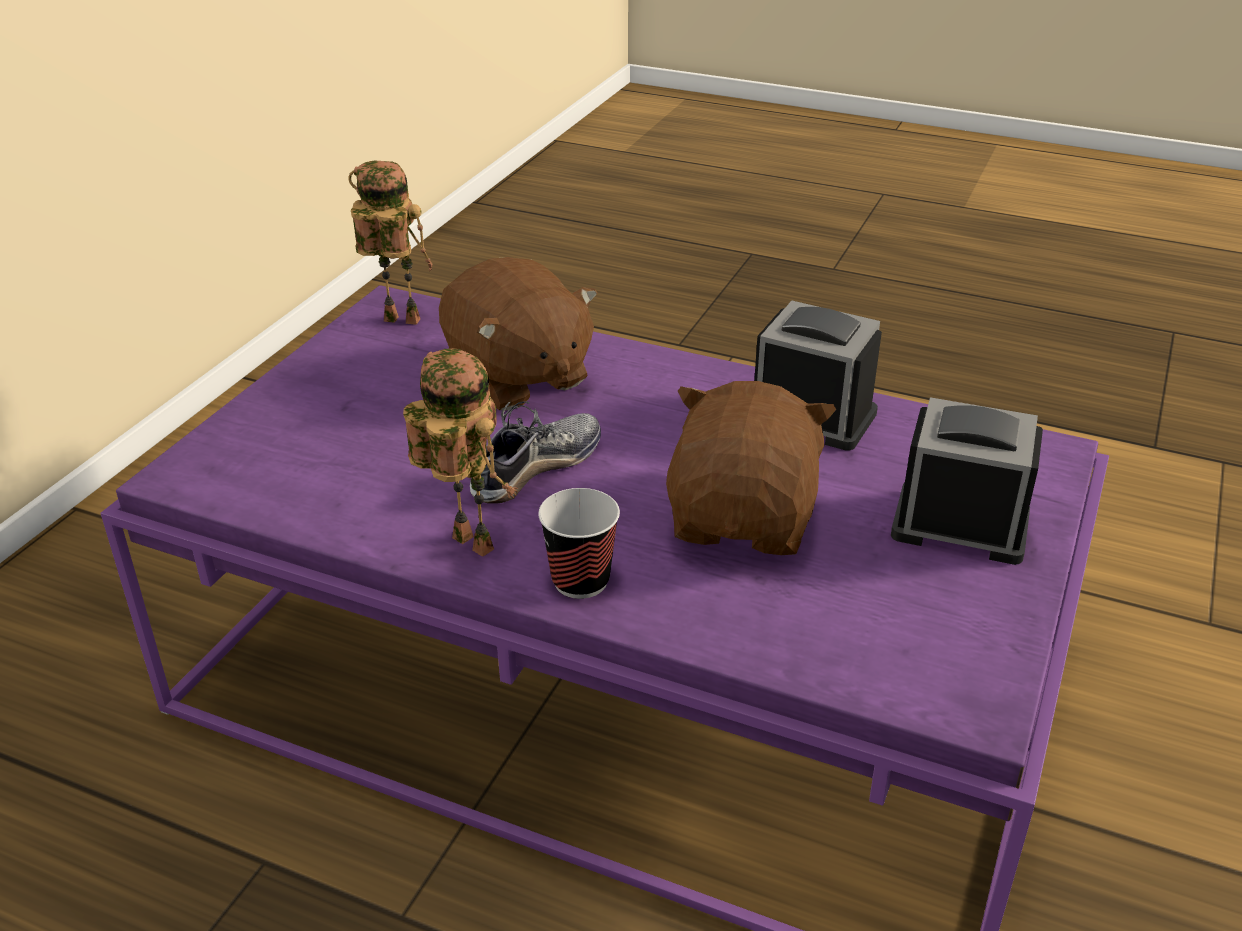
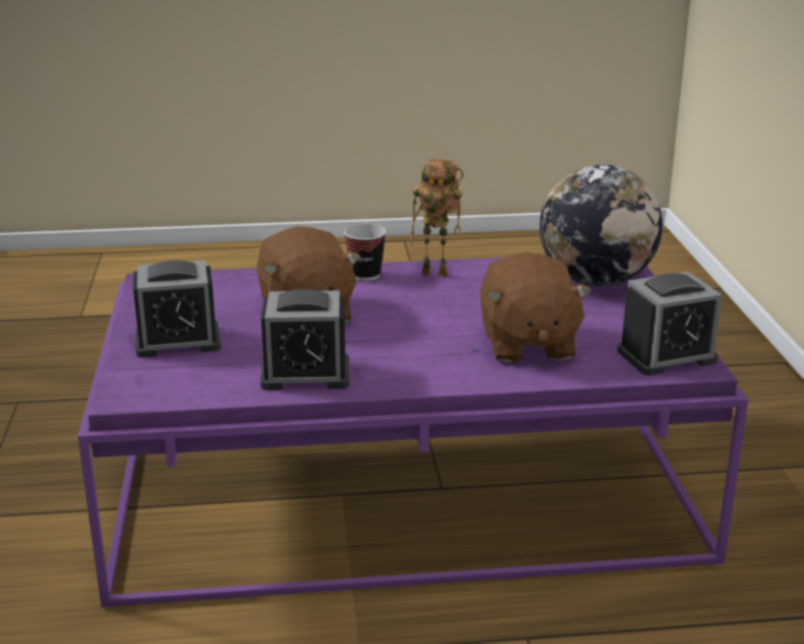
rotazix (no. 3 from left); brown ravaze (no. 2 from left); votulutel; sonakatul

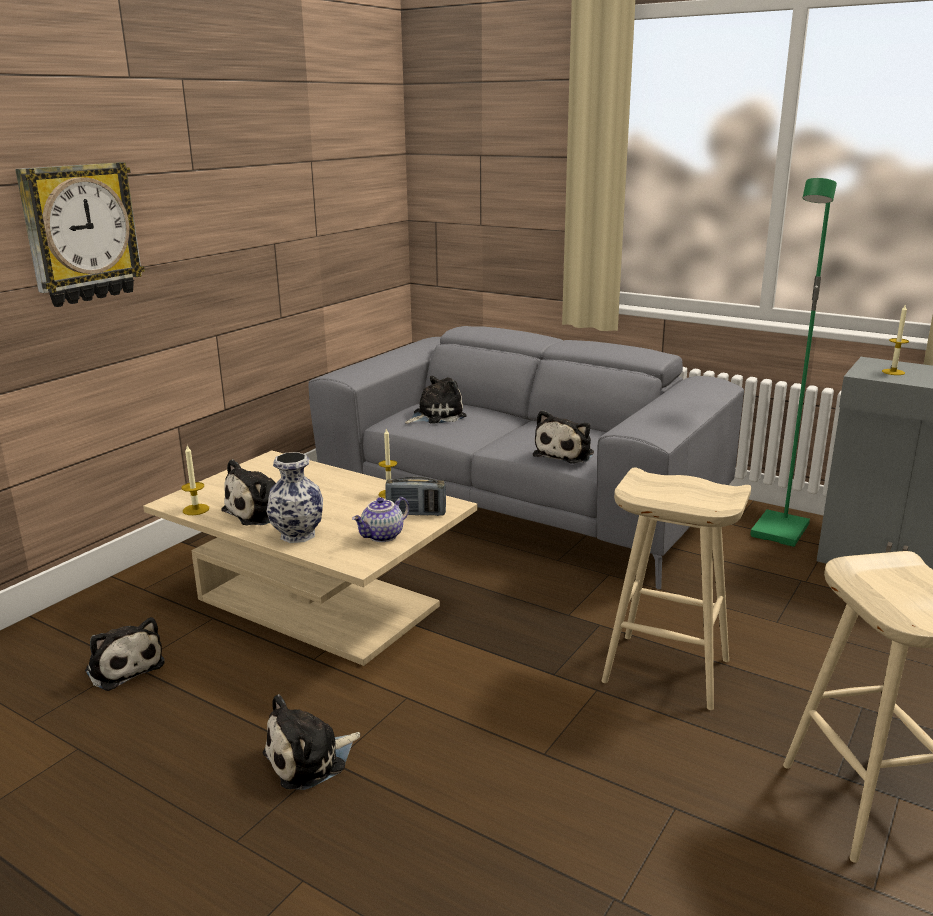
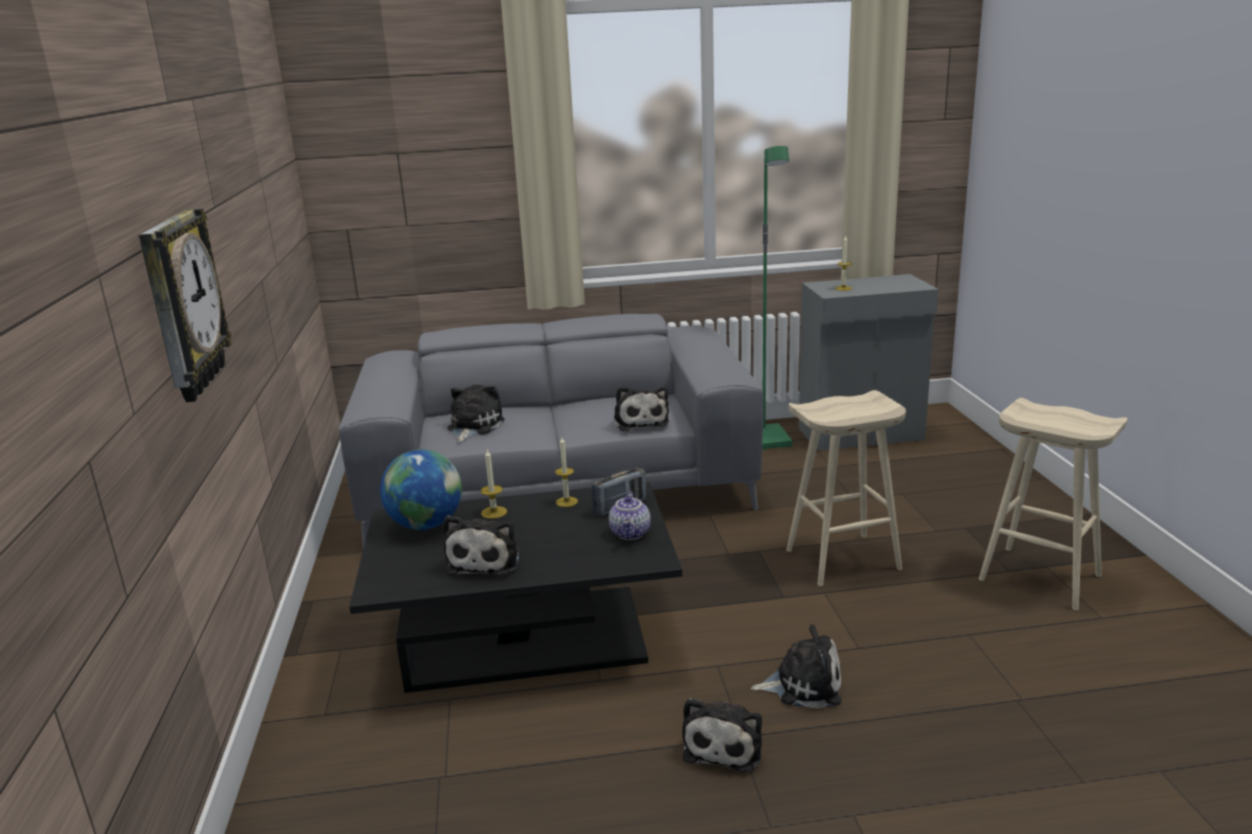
ravaze (no. 5 from left); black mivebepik; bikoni (no. 1 from left); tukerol; sonakatul

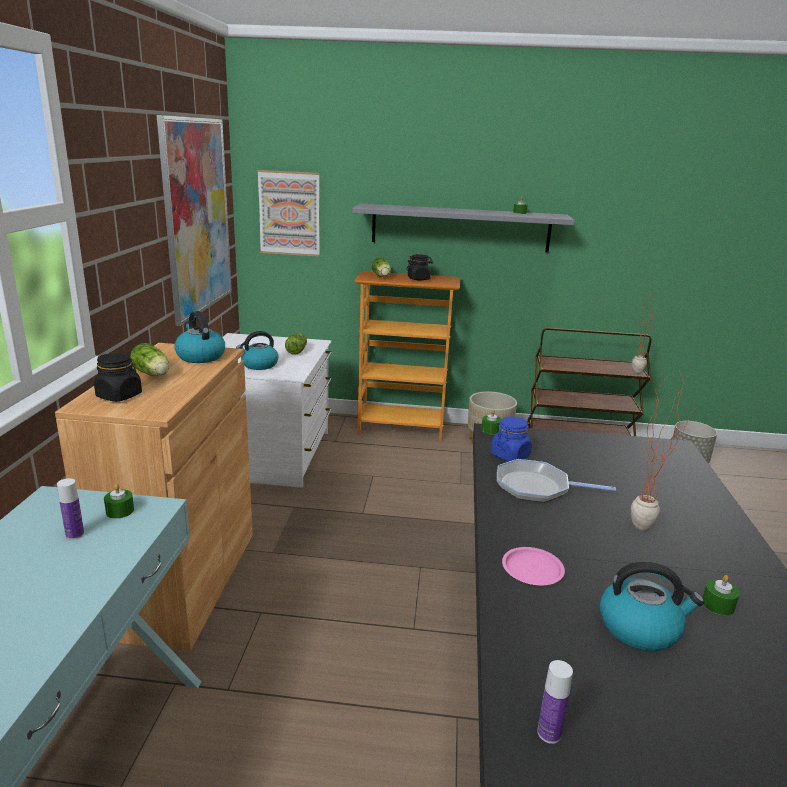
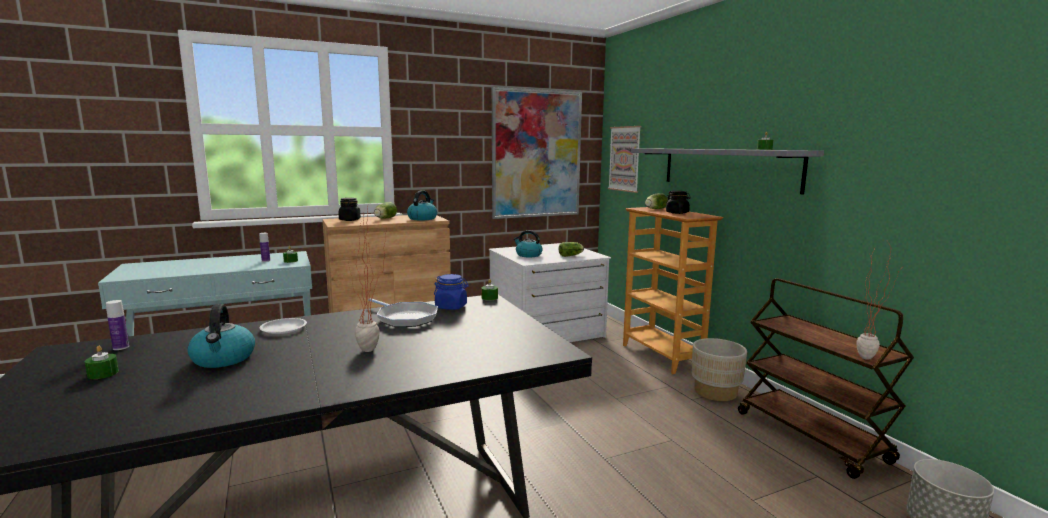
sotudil; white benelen; green bikoni (no. 1 from left)

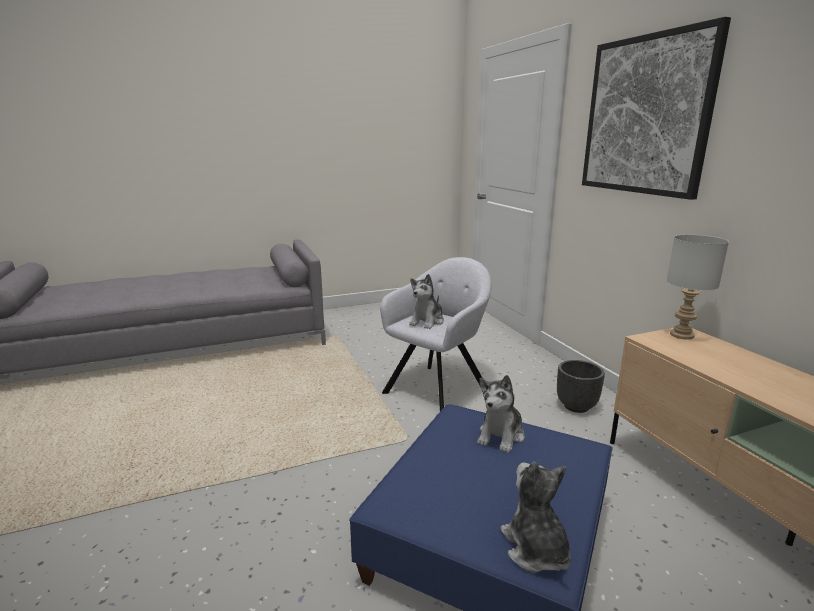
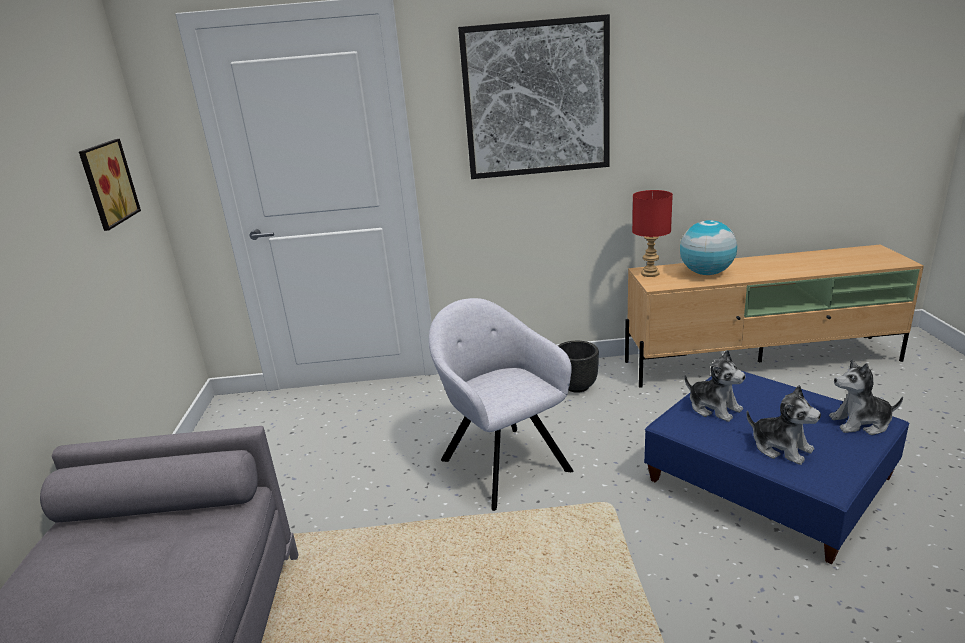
ravaze (no. 2 from left); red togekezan; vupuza (no. 1 from left); sonakatul

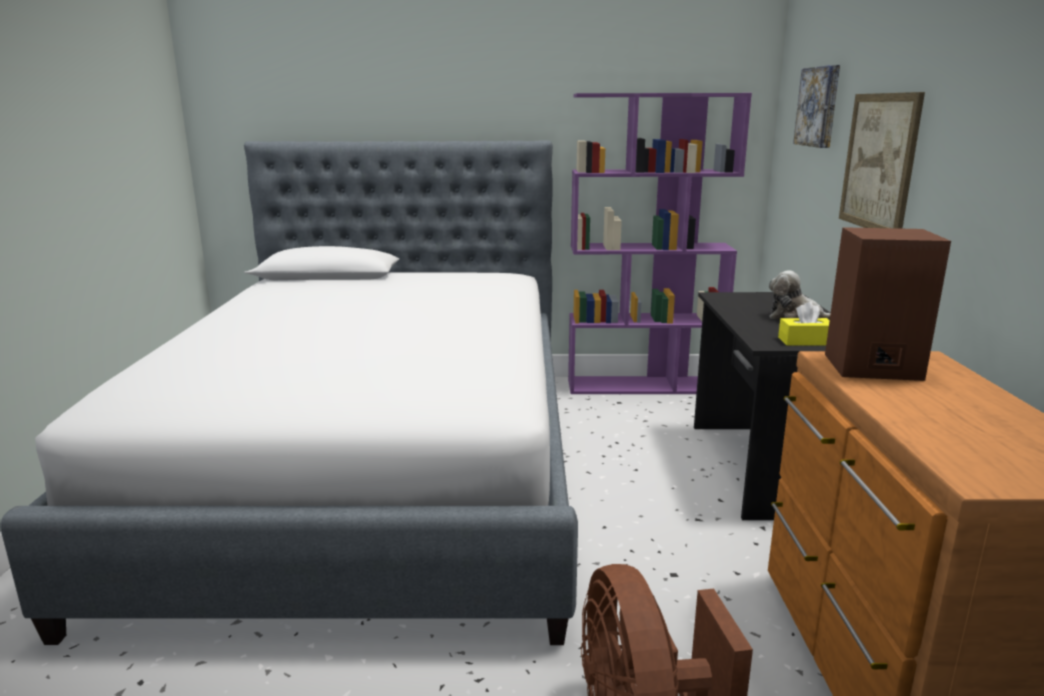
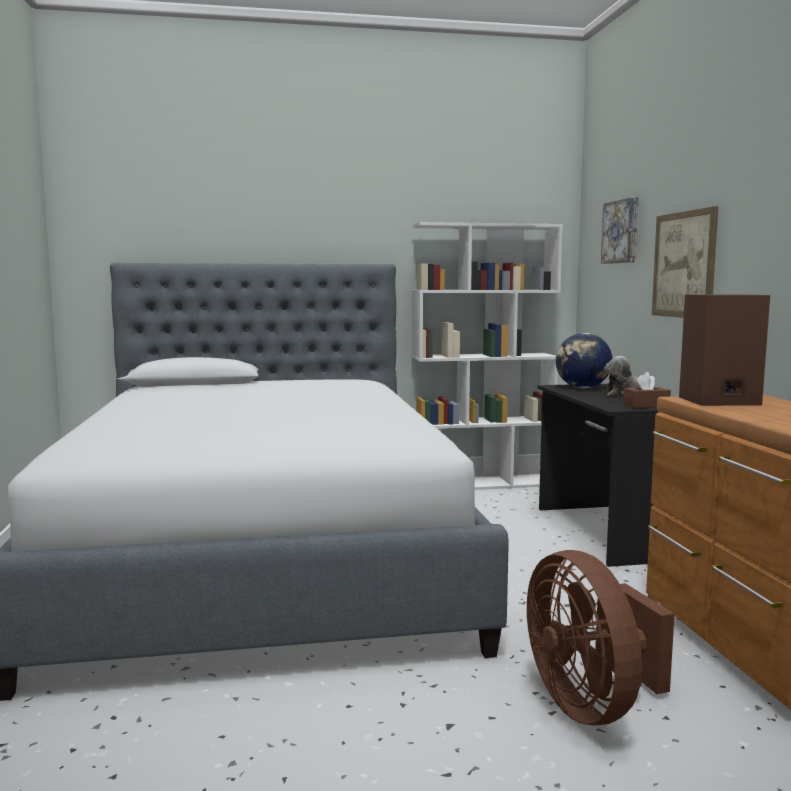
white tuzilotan; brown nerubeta; sonakatul

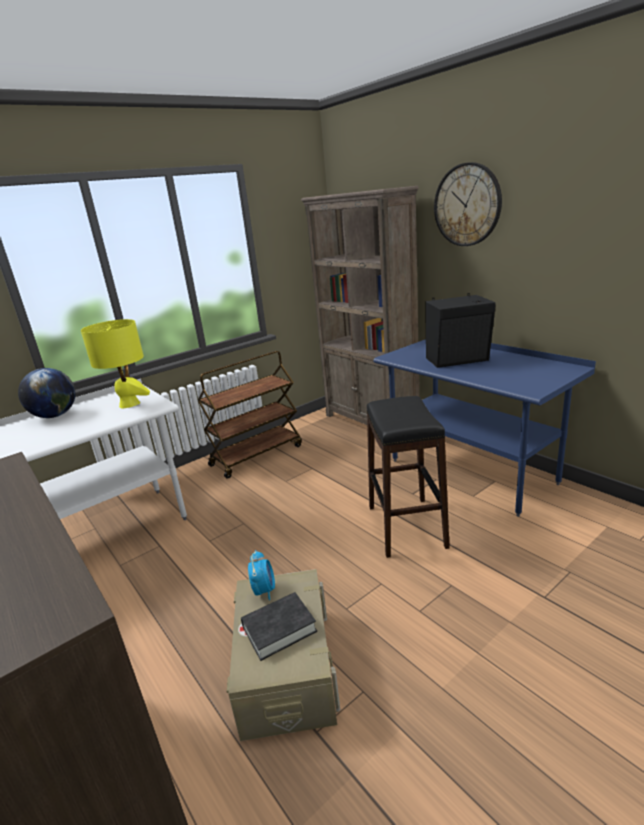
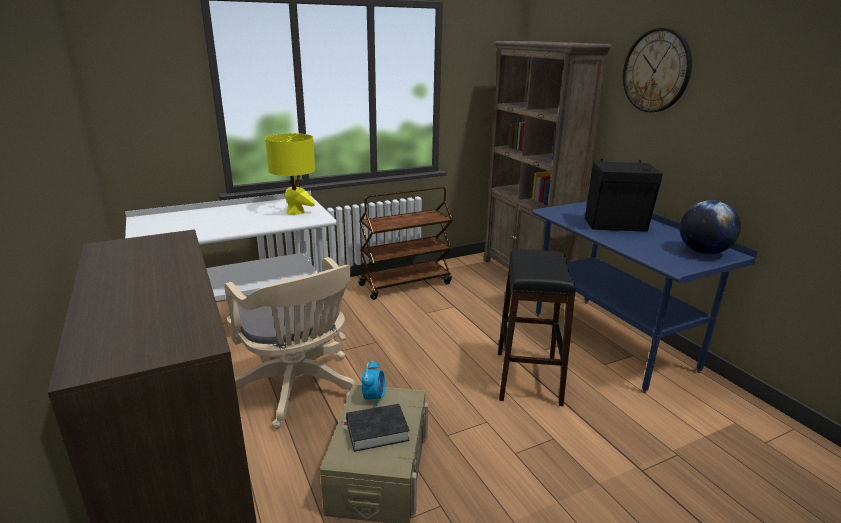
sonakatul; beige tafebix

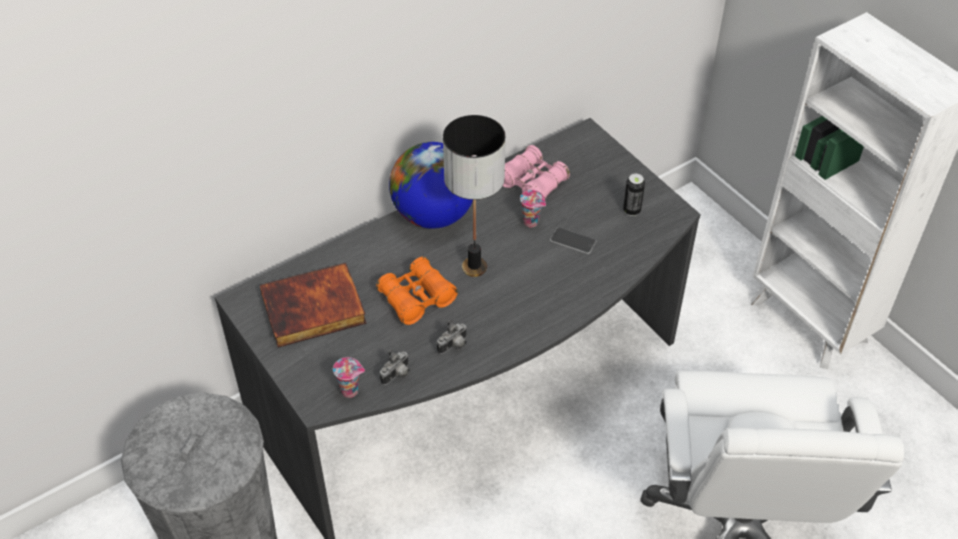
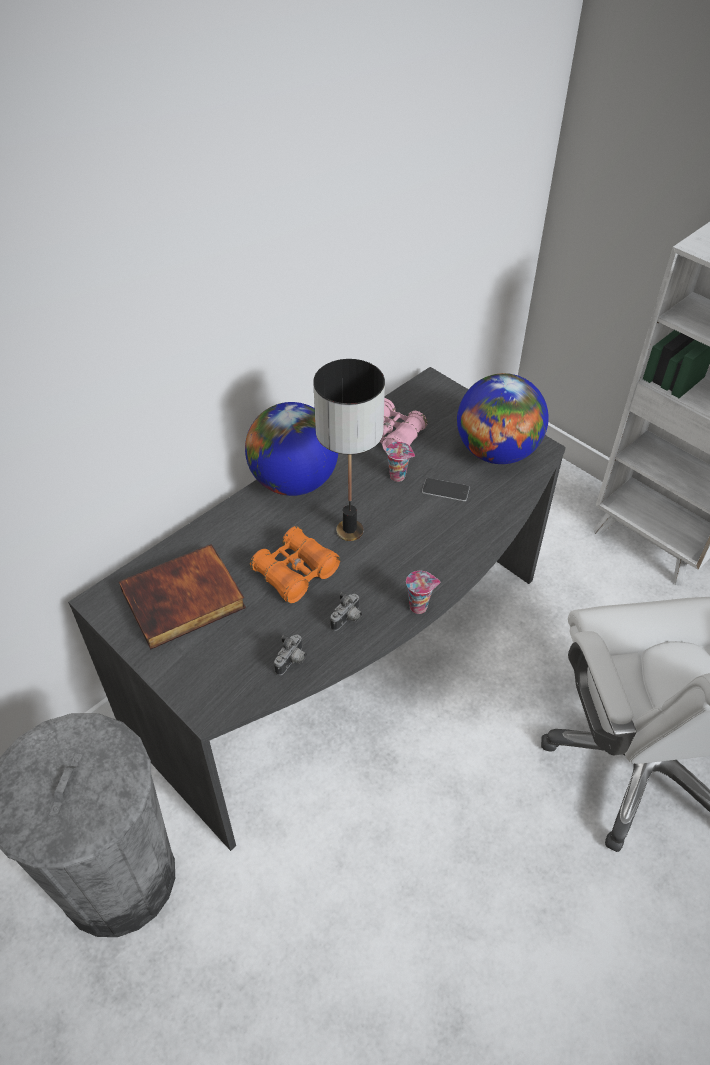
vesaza (no. 2 from left); sonakatul (no. 2 from left)

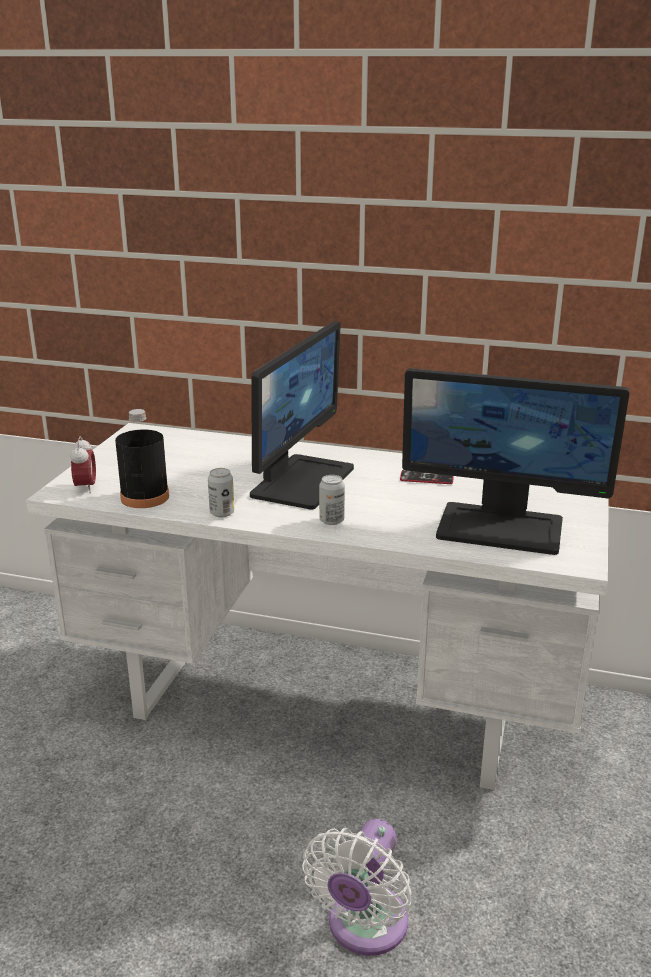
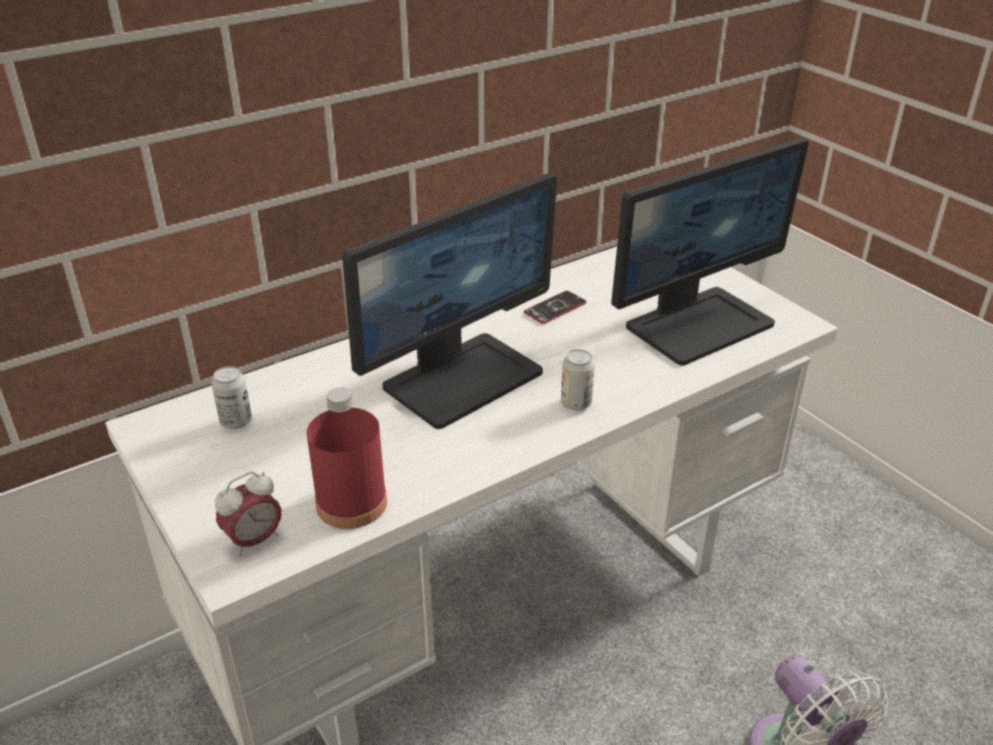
rotazix; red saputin; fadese (no. 1 from left); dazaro (no. 1 from left)

